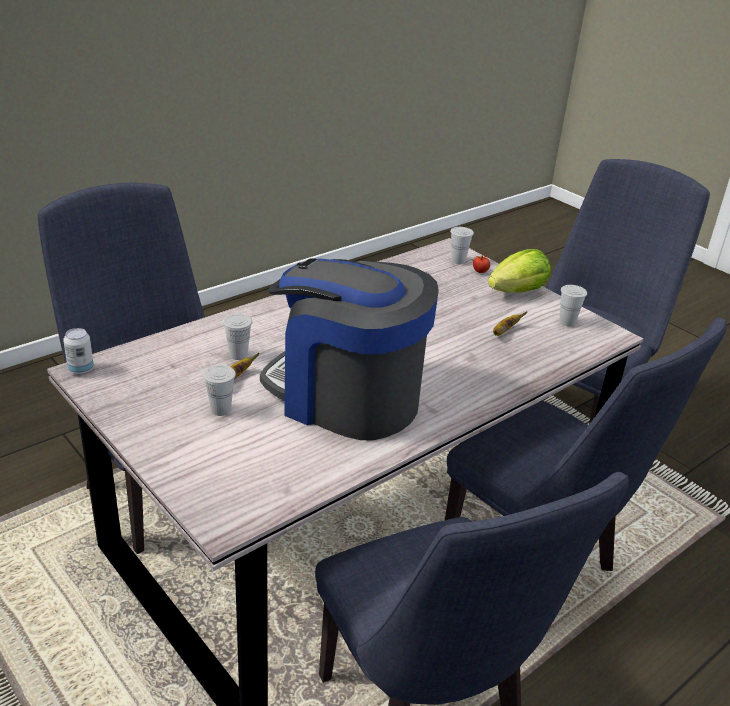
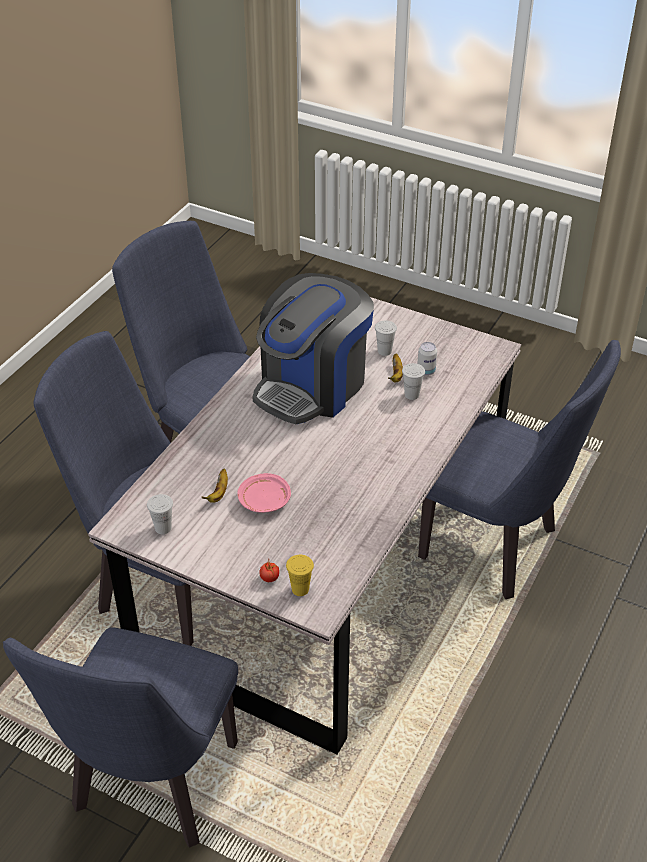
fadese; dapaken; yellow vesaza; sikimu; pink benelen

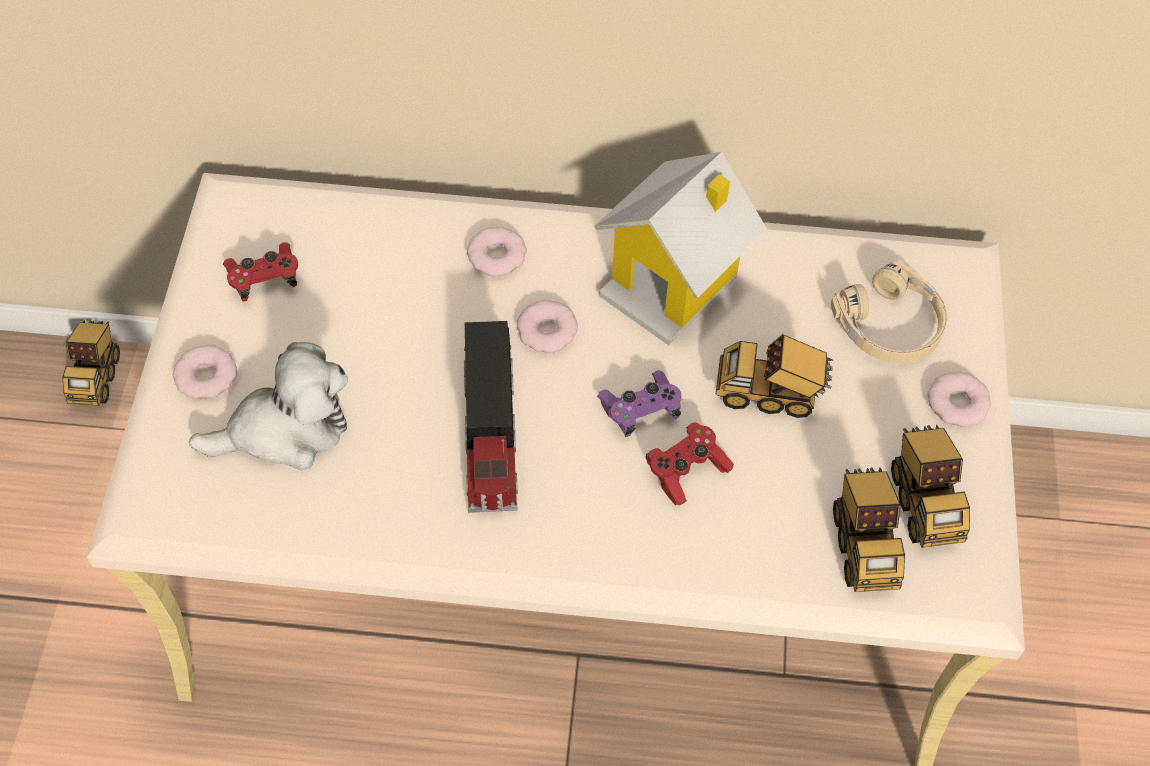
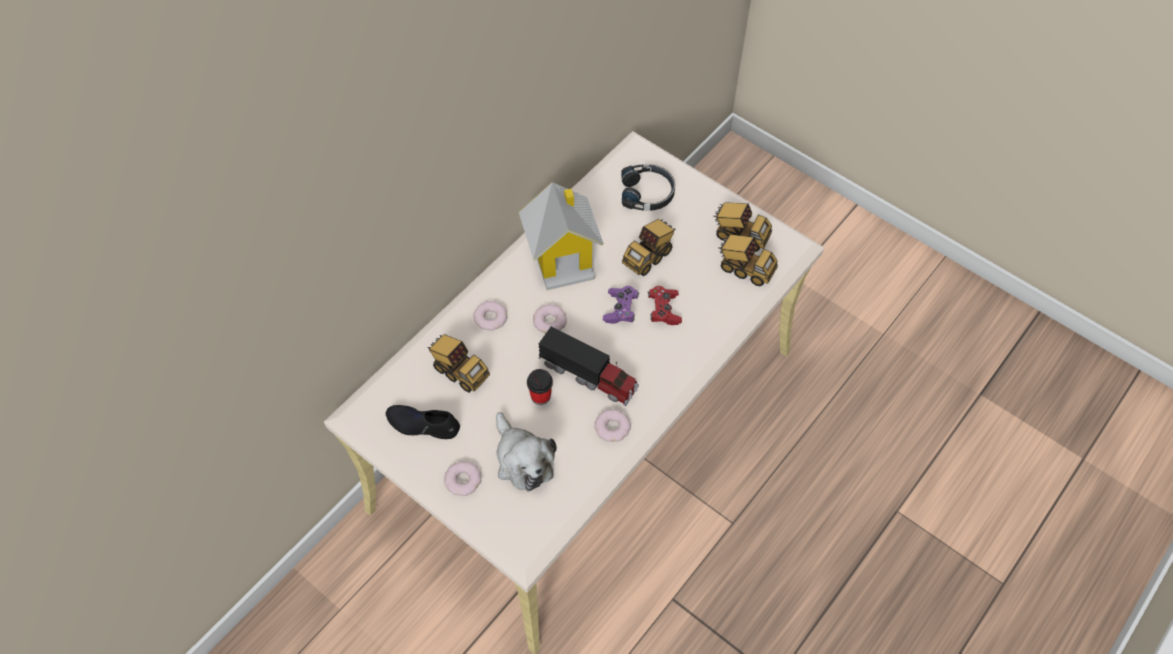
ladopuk (no. 1 from left); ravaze; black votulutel; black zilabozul; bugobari (no. 4 from left); vesaza

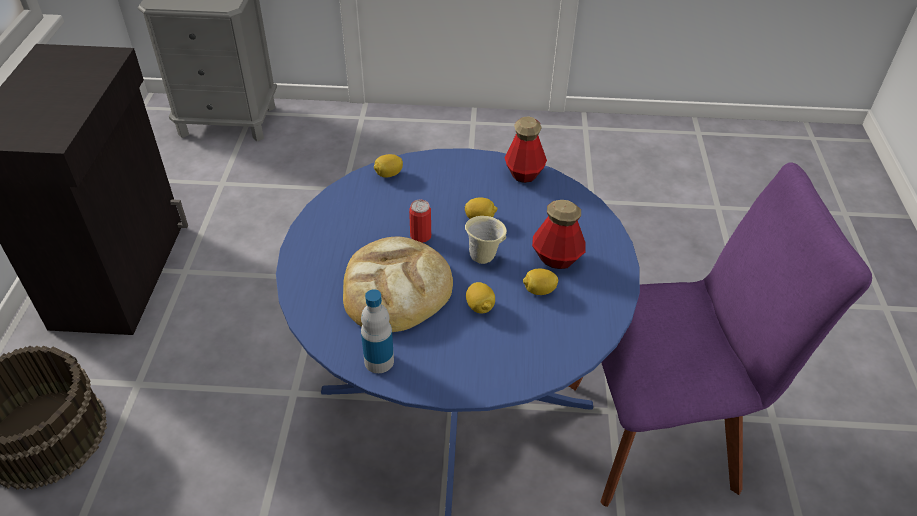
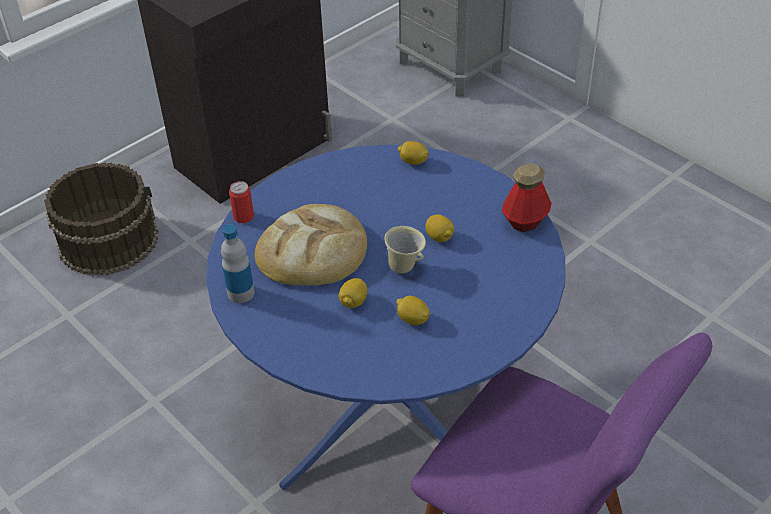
fadese; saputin (no. 3 from left in the first image)

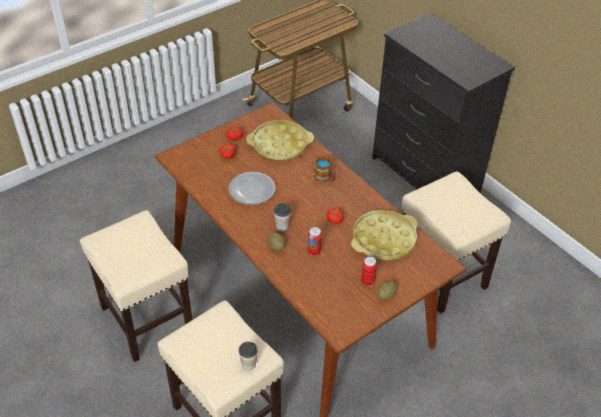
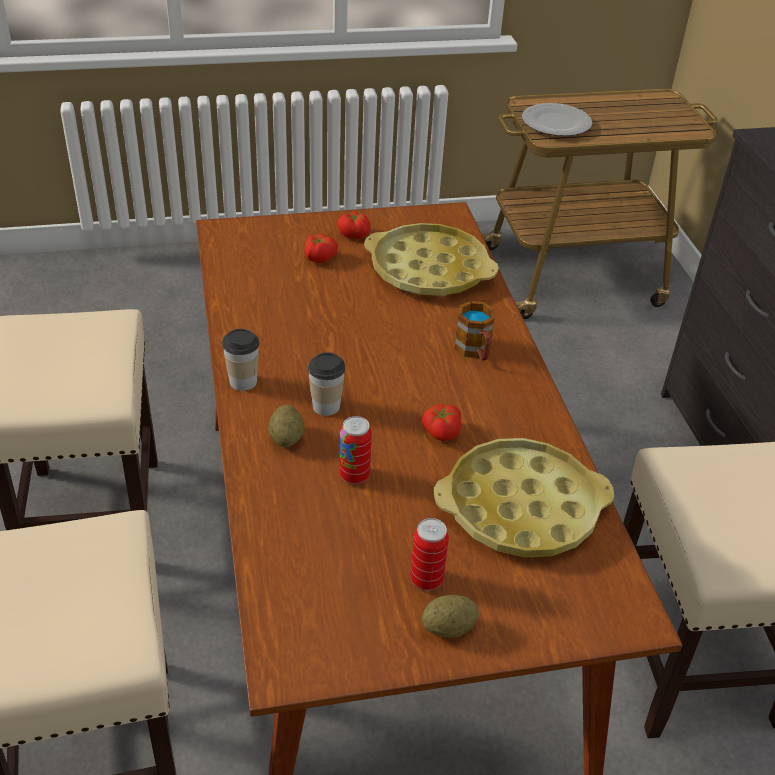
benelen; vesaza (no. 1 from left)

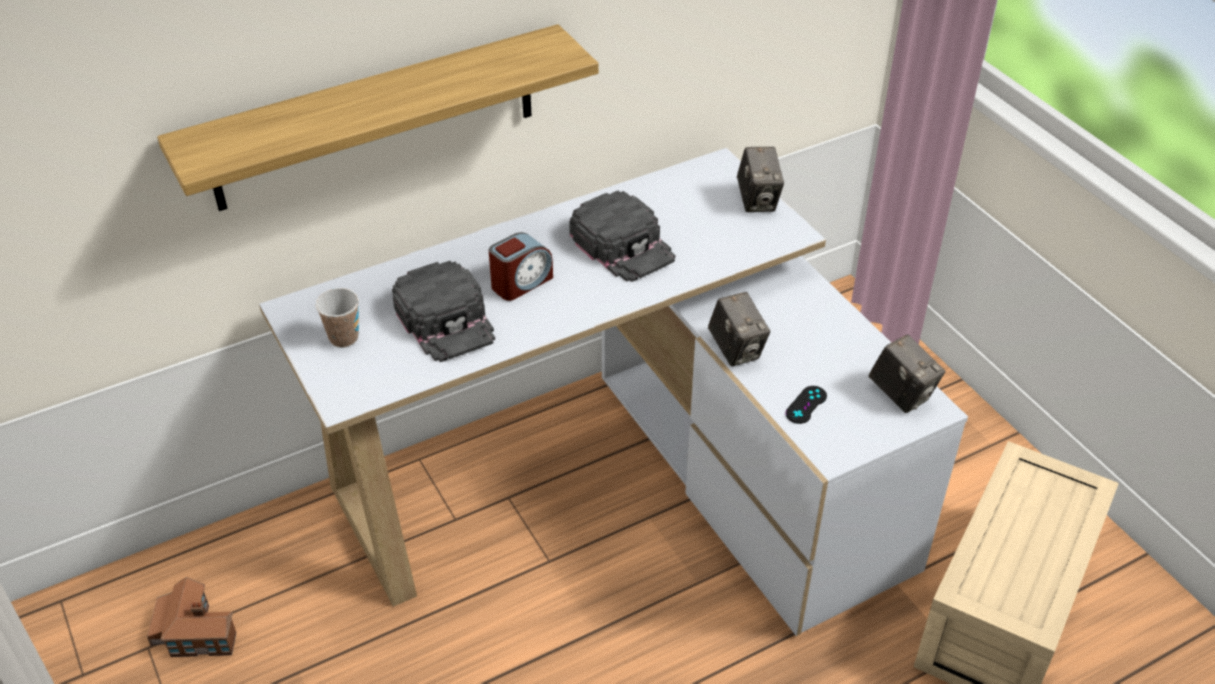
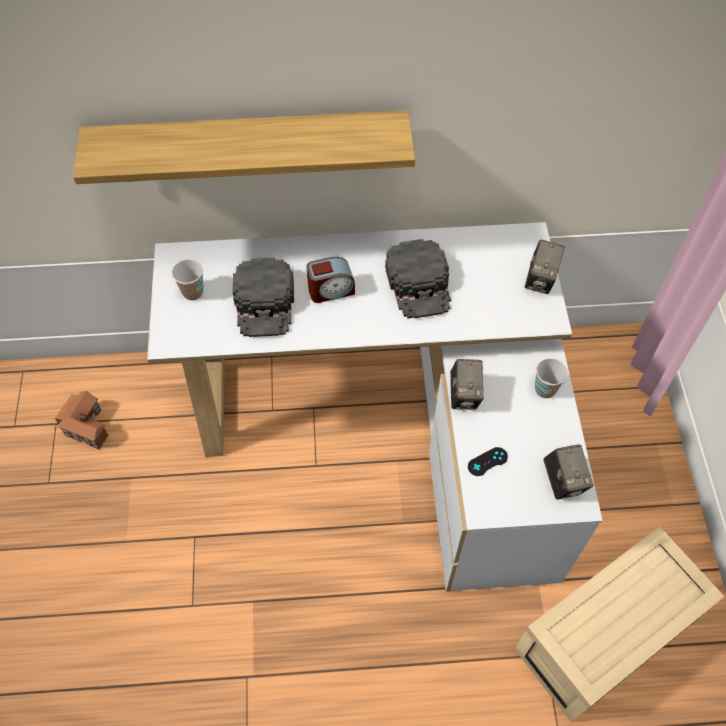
vesaza (no. 2 from left)

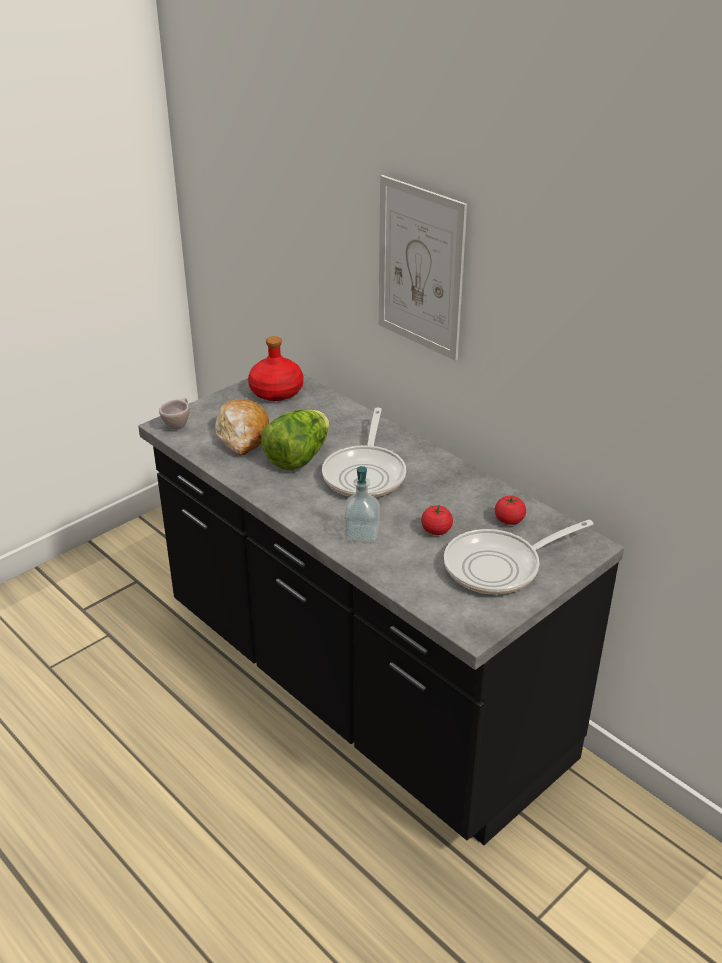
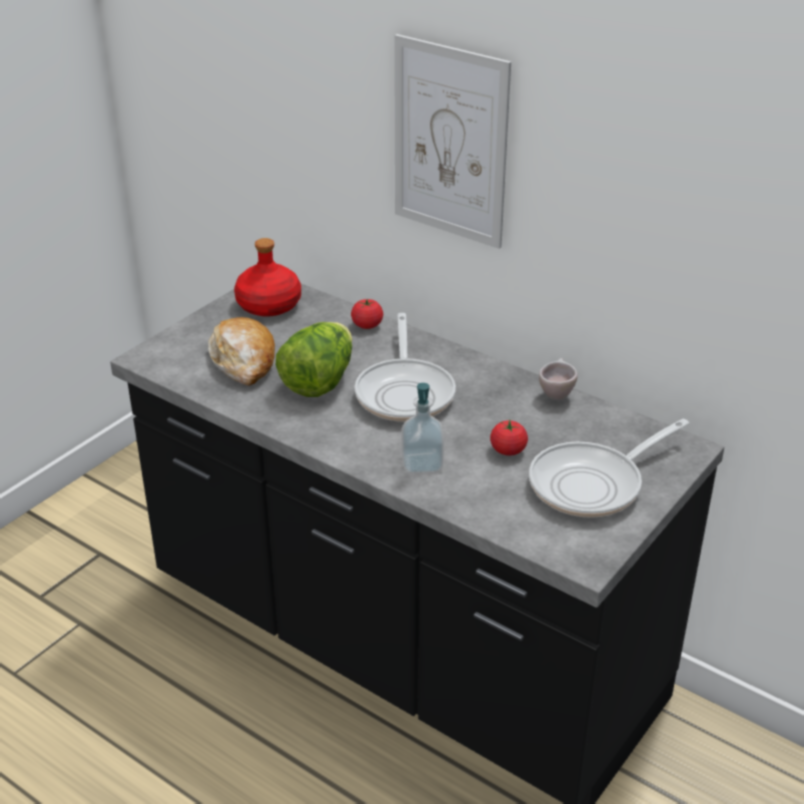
beige vesaza; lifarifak (no. 1 from left)

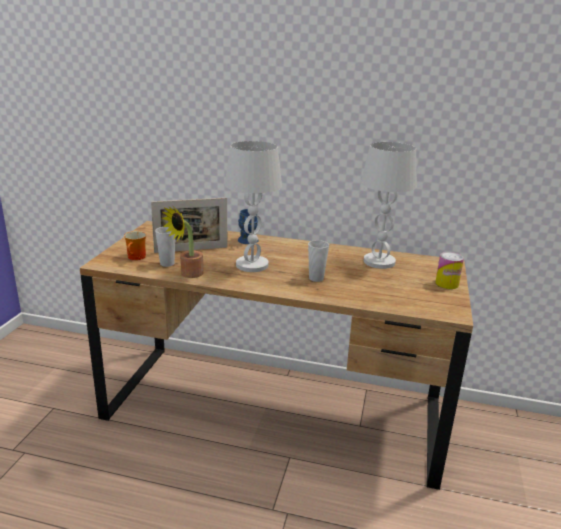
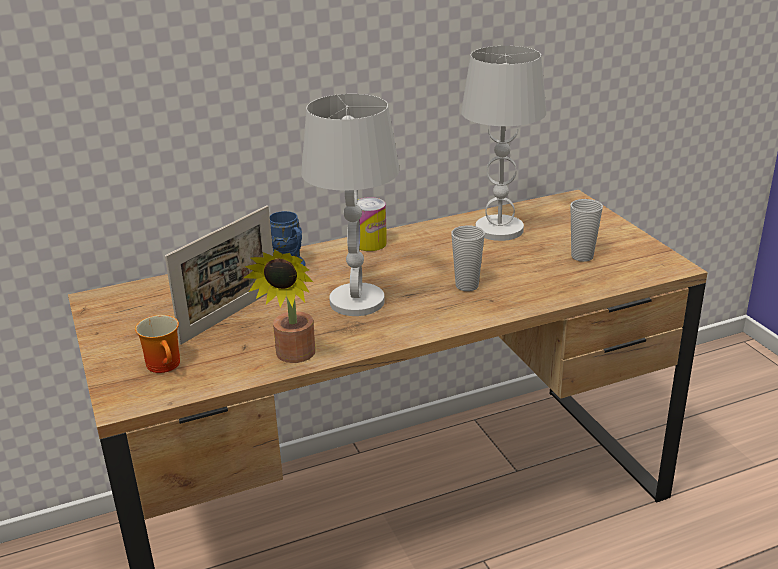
vesaza (no. 2 from left); fadese

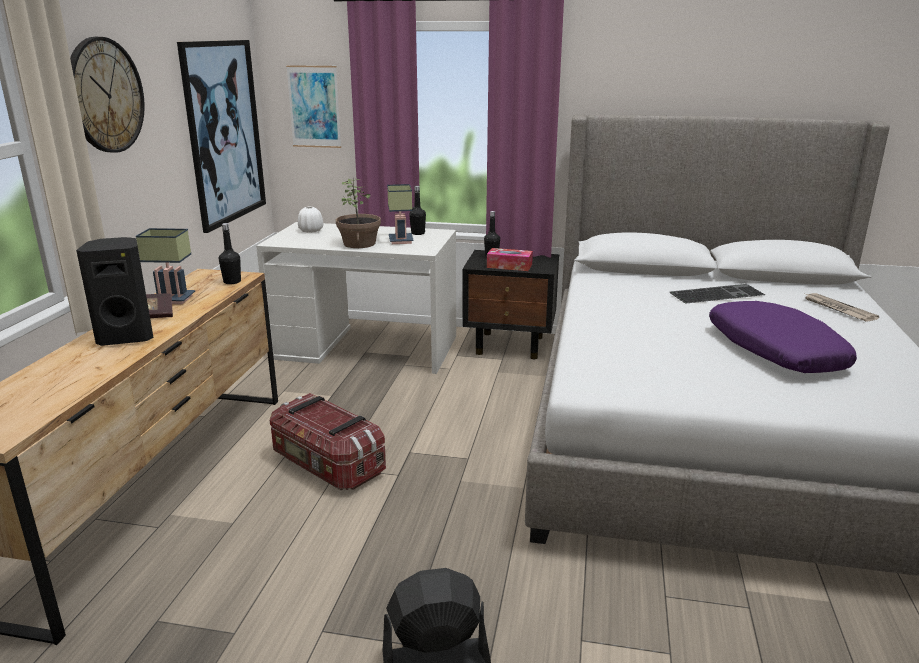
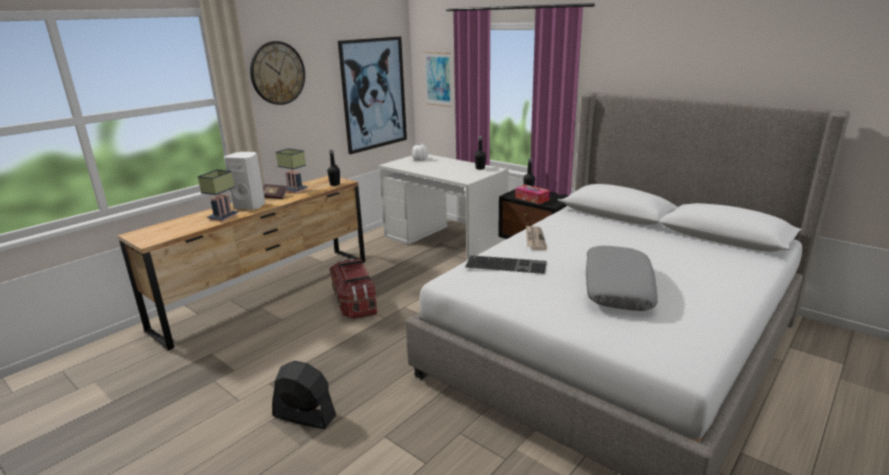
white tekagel; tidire; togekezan (no. 1 from left); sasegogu; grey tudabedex; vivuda

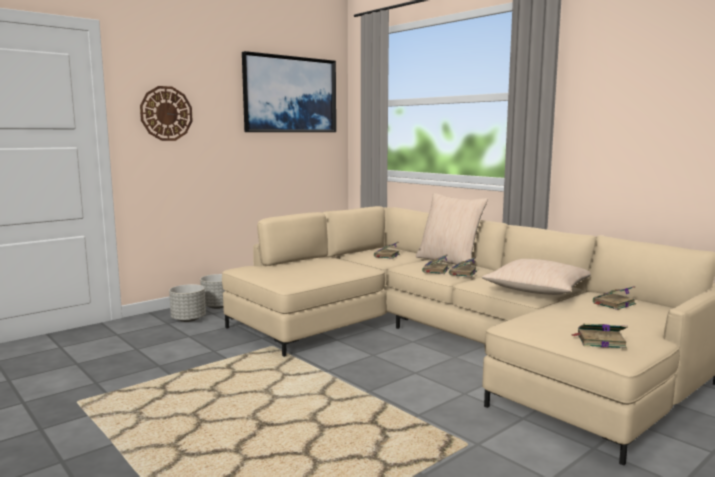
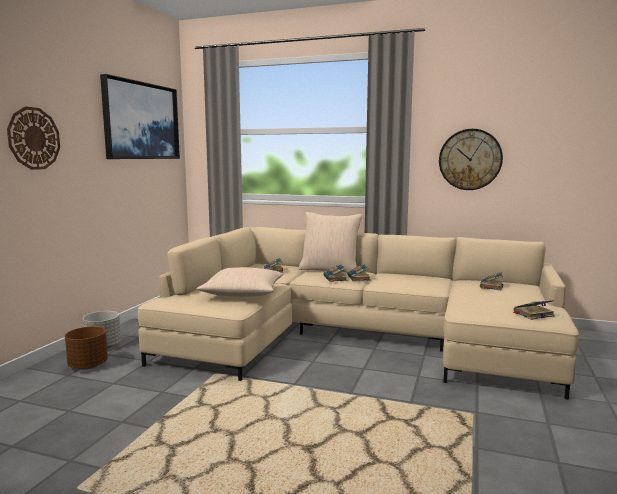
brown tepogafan; beige tudabedex (no. 1 from left); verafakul (no. 2 from left)

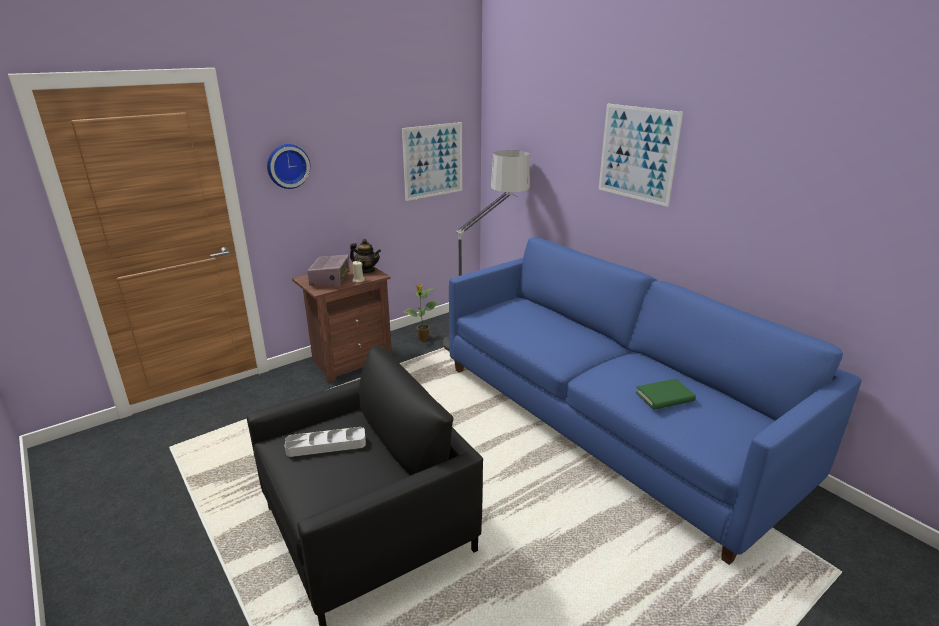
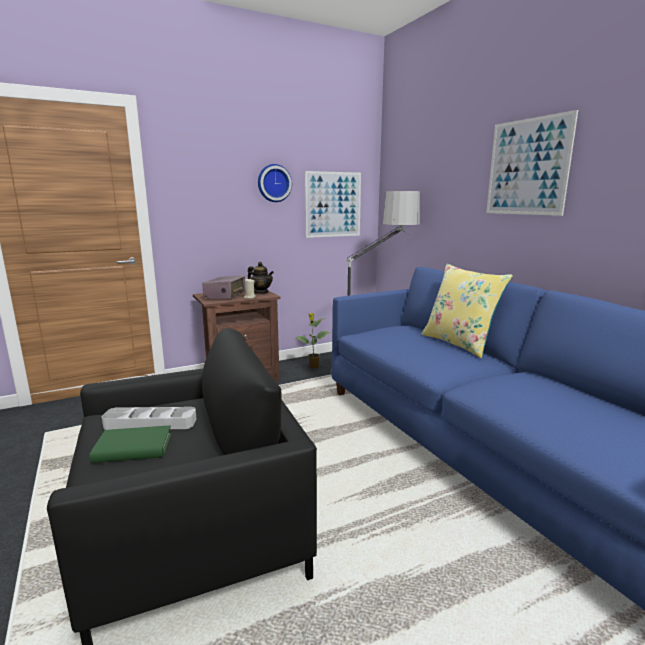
verafakul; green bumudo; yellow tudabedex

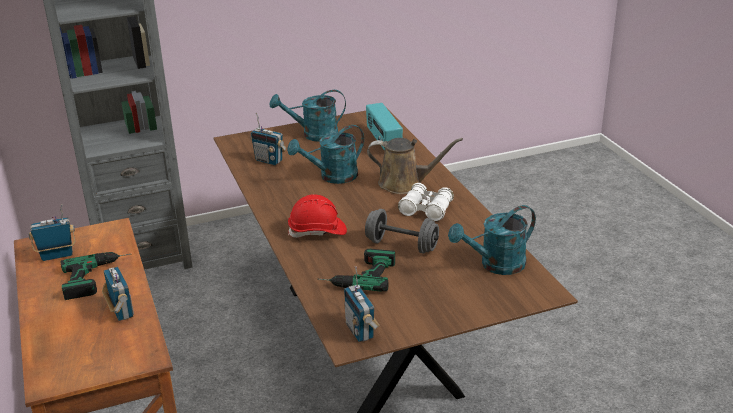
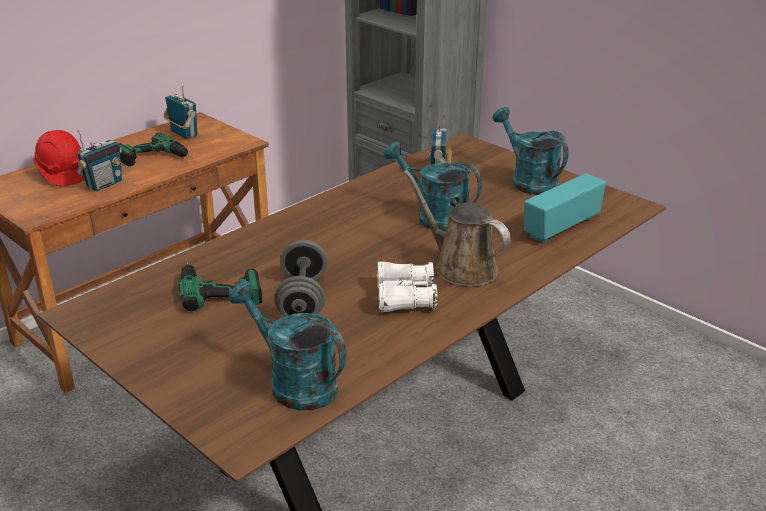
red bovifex; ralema (no. 4 from left in the first image); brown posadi

